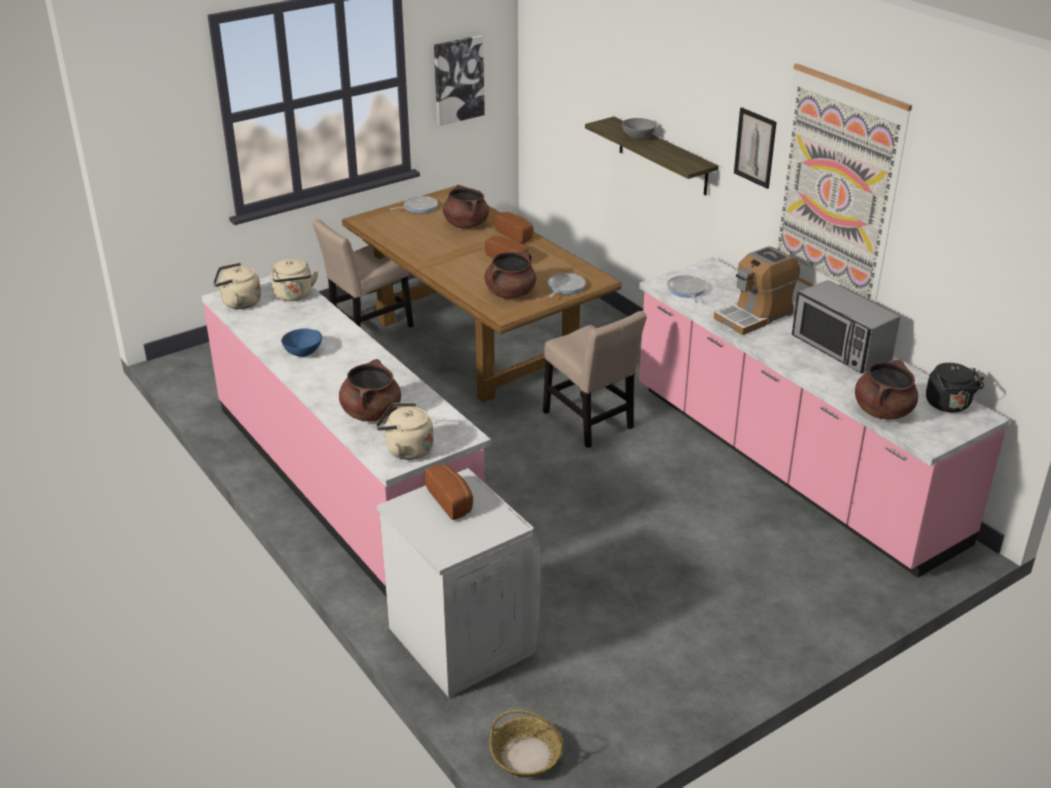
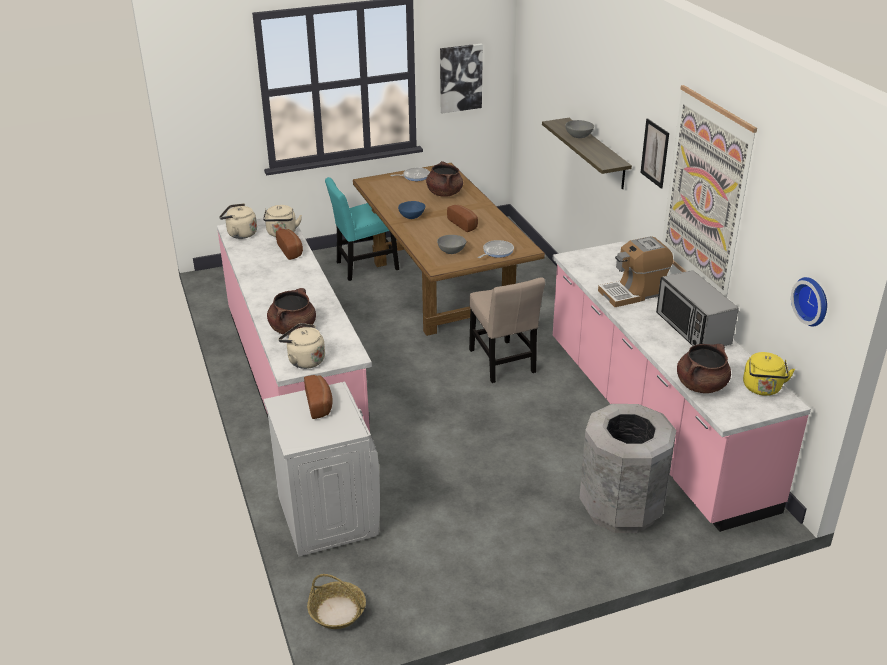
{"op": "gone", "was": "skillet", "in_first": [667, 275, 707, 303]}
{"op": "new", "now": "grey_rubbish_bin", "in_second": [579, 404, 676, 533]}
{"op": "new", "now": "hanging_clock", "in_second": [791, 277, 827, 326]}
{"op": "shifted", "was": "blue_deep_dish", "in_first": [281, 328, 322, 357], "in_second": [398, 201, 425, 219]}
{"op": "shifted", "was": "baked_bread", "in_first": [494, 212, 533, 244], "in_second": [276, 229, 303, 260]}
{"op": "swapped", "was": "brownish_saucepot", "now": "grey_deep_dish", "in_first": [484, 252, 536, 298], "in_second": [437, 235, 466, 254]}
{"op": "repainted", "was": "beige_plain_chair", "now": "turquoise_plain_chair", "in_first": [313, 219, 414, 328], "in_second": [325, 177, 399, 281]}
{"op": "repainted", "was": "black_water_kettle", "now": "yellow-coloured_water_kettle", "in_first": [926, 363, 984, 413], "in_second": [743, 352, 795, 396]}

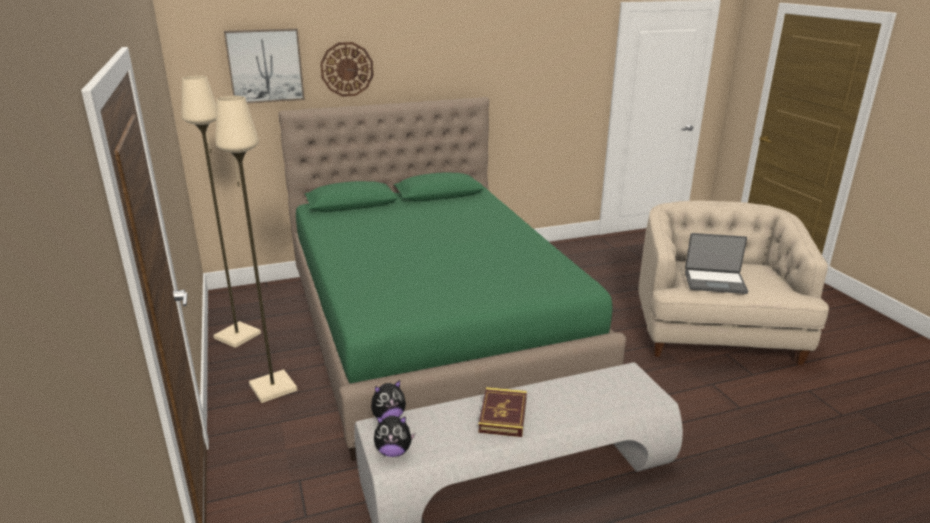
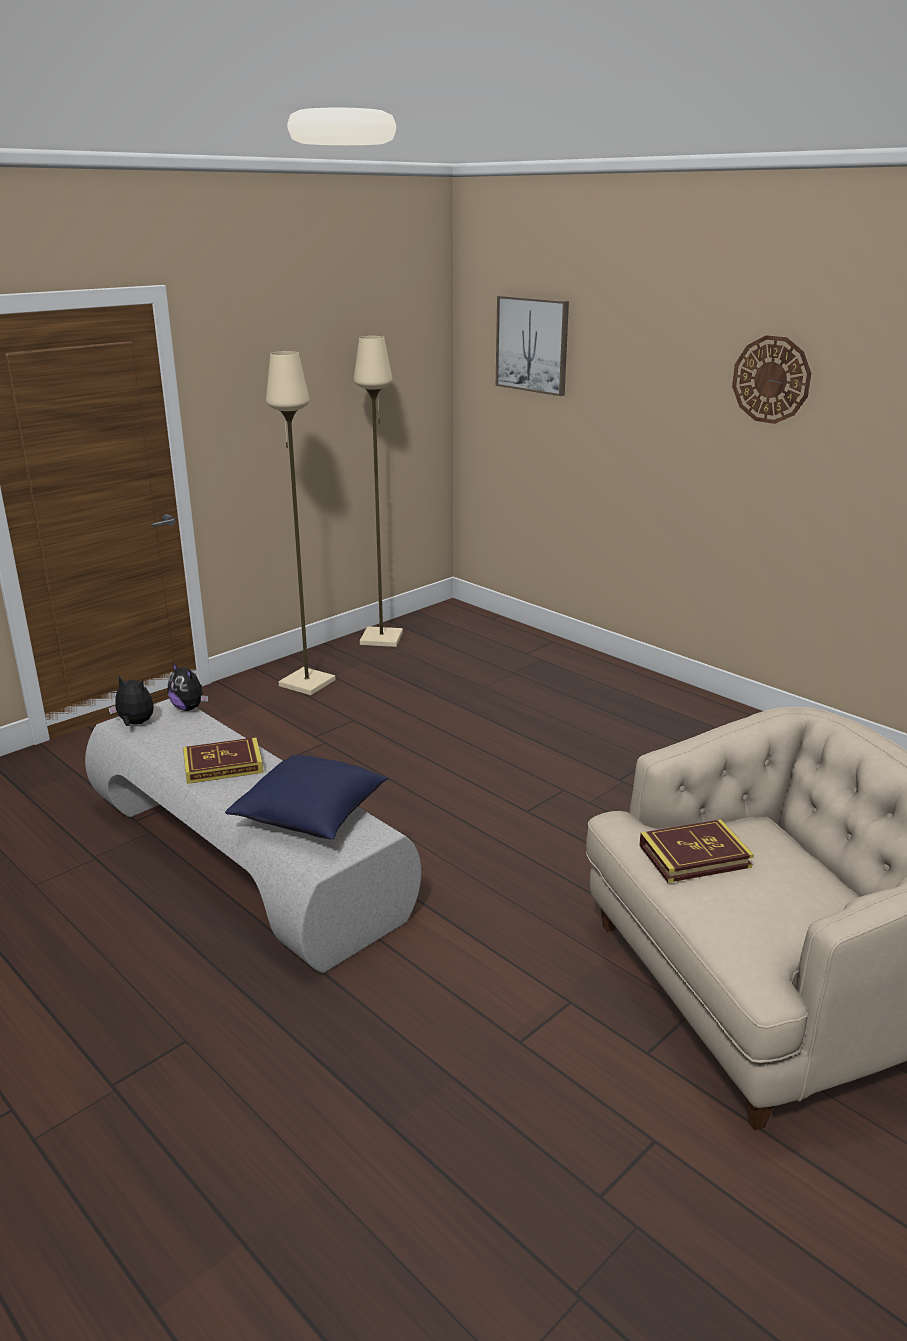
{"op": "gone", "was": "green-coloured_bed", "in_first": [278, 97, 626, 461]}
{"op": "new", "now": "blue_throw_pillow", "in_second": [225, 755, 388, 840]}
{"op": "shifted", "was": "hanging_clock", "in_first": [320, 42, 374, 97], "in_second": [732, 335, 811, 424]}
{"op": "swapped", "was": "notebook_computer", "now": "bound_book", "in_first": [685, 233, 748, 294], "in_second": [639, 819, 754, 883]}
{"op": "rotated", "was": "plush_toy", "in_first": [374, 416, 415, 457], "in_second": [108, 676, 154, 726], "clockwise": 135}

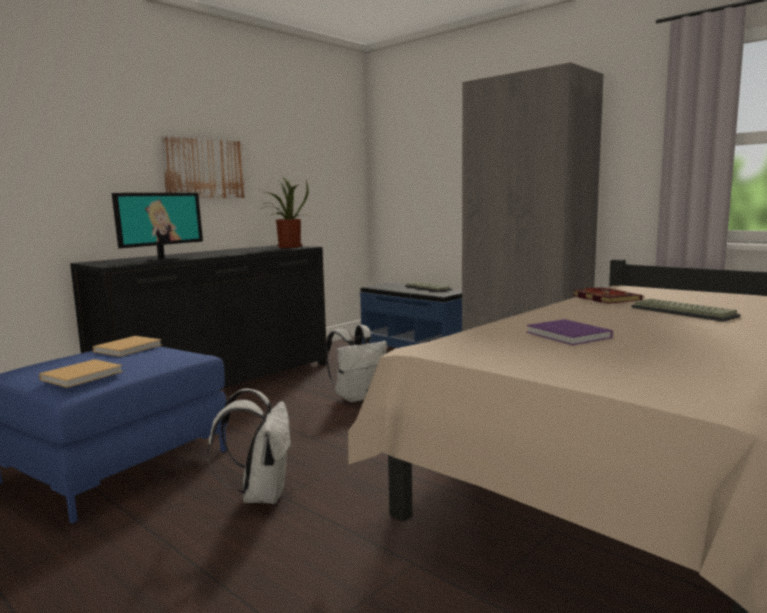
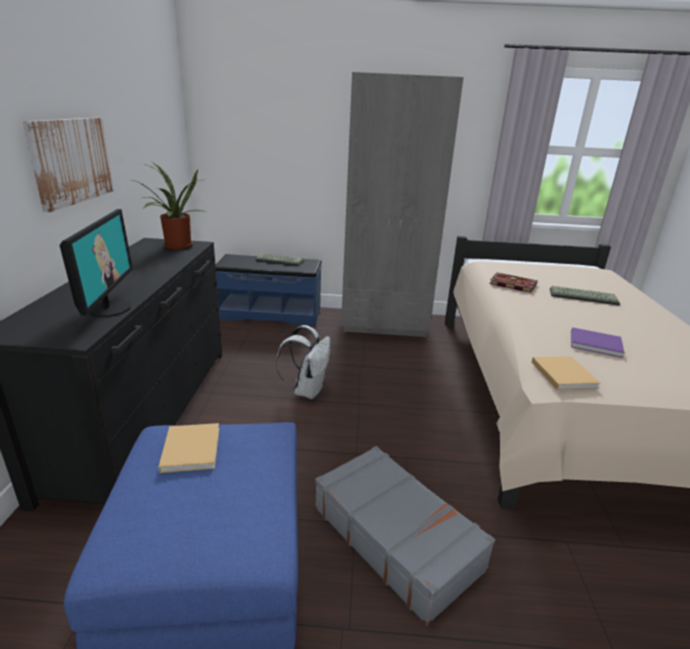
{"op": "shifted", "was": "beige_bound_book", "in_first": [39, 359, 123, 388], "in_second": [531, 356, 601, 390]}
{"op": "swapped", "was": "white_backpack", "now": "grey_suitcase", "in_first": [207, 389, 292, 504], "in_second": [315, 446, 495, 626]}

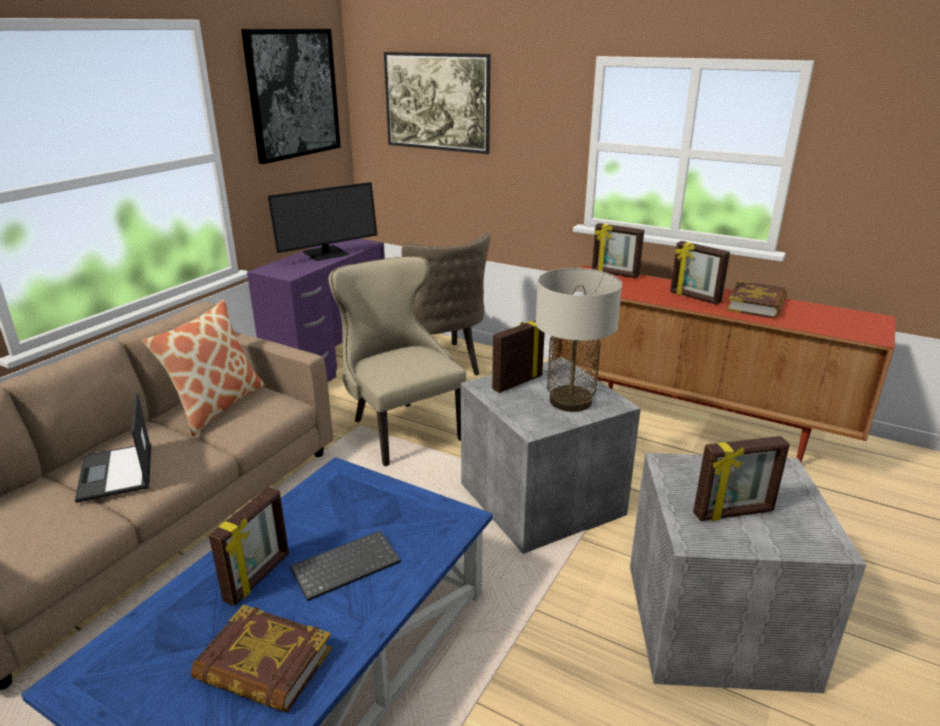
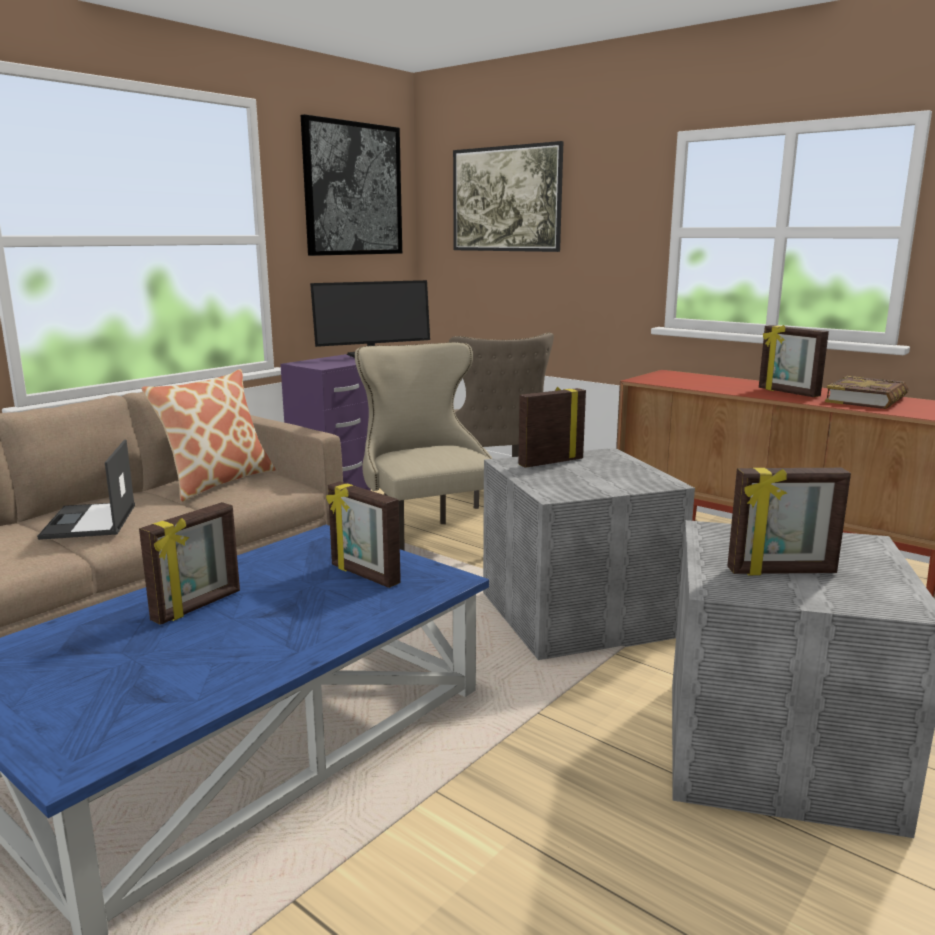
{"op": "gone", "was": "bound_book", "in_first": [191, 605, 332, 713]}
{"op": "gone", "was": "computer_keyboard", "in_first": [290, 531, 401, 601]}
{"op": "gone", "was": "tabletop_lamp", "in_first": [535, 268, 622, 412]}
{"op": "shifted", "was": "standing_frame", "in_first": [592, 223, 644, 278], "in_second": [326, 482, 401, 588]}

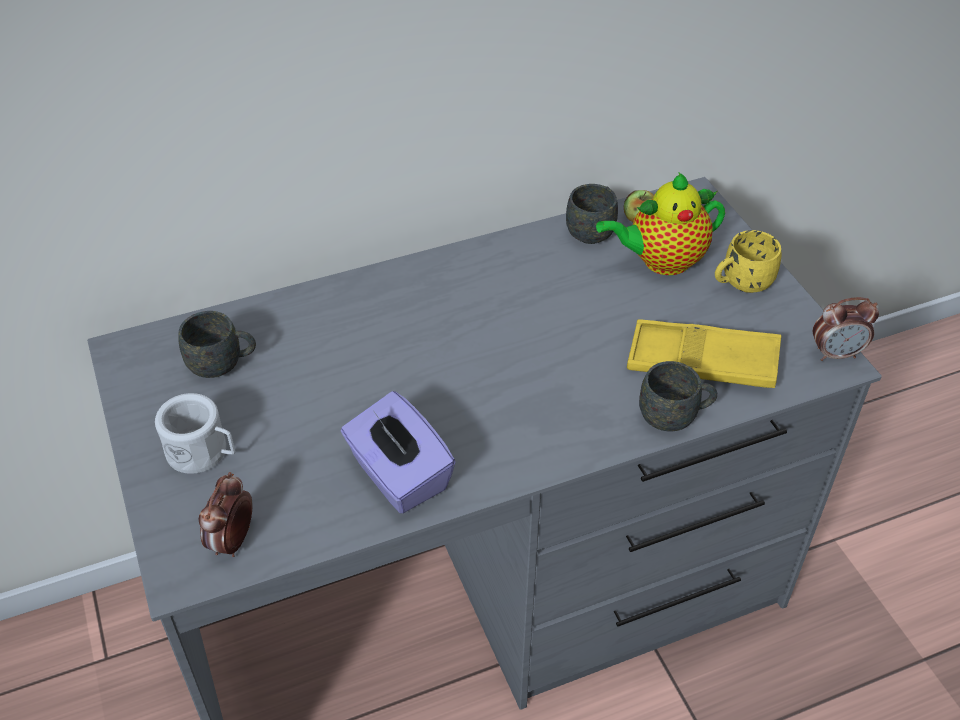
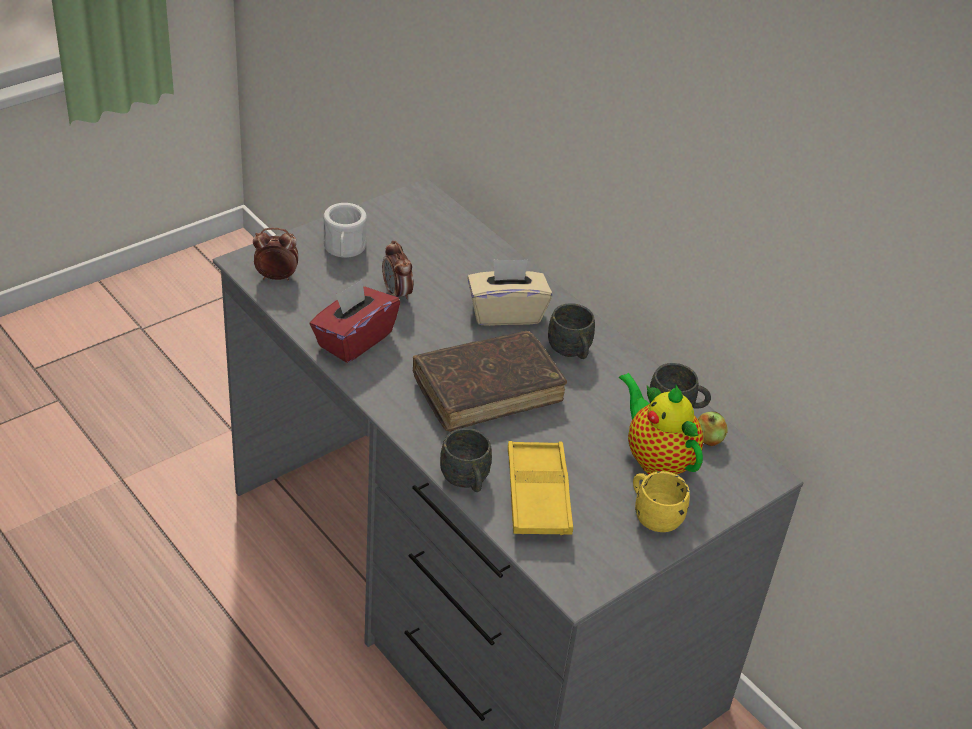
{"op": "new", "now": "brownish_bound_book", "in_second": [413, 331, 567, 432]}
{"op": "new", "now": "beige_box_of_tissues", "in_second": [467, 259, 552, 326]}
{"op": "shifted", "was": "grey_coffee_mug", "in_first": [178, 311, 256, 378], "in_second": [548, 303, 595, 359]}
{"op": "shifted", "was": "alarm_clock", "in_first": [813, 297, 879, 361], "in_second": [382, 240, 413, 299]}
{"op": "repainted", "was": "purple-coloured_box_of_tissues", "now": "red_box_of_tissues", "in_first": [341, 391, 456, 514], "in_second": [310, 279, 400, 363]}

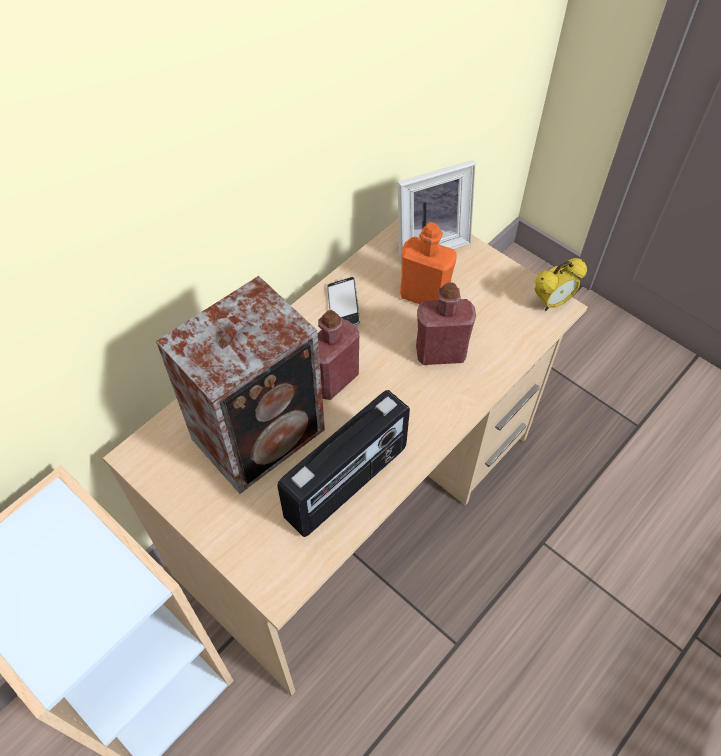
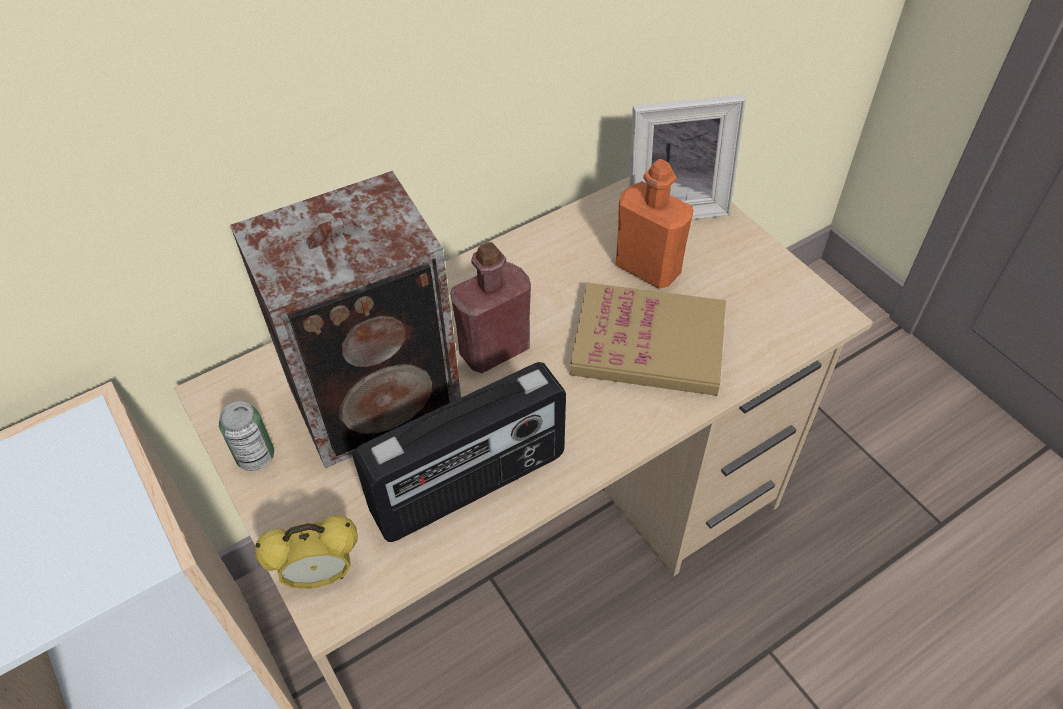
{"op": "gone", "was": "phone", "in_first": [327, 277, 360, 325]}
{"op": "new", "now": "metal_can", "in_second": [219, 401, 274, 471]}
{"op": "shifted", "was": "alarm_clock", "in_first": [535, 258, 587, 311], "in_second": [254, 515, 358, 589]}
{"op": "swapped", "was": "red_bottle", "now": "bound_book", "in_first": [416, 282, 476, 365], "in_second": [570, 282, 726, 396]}

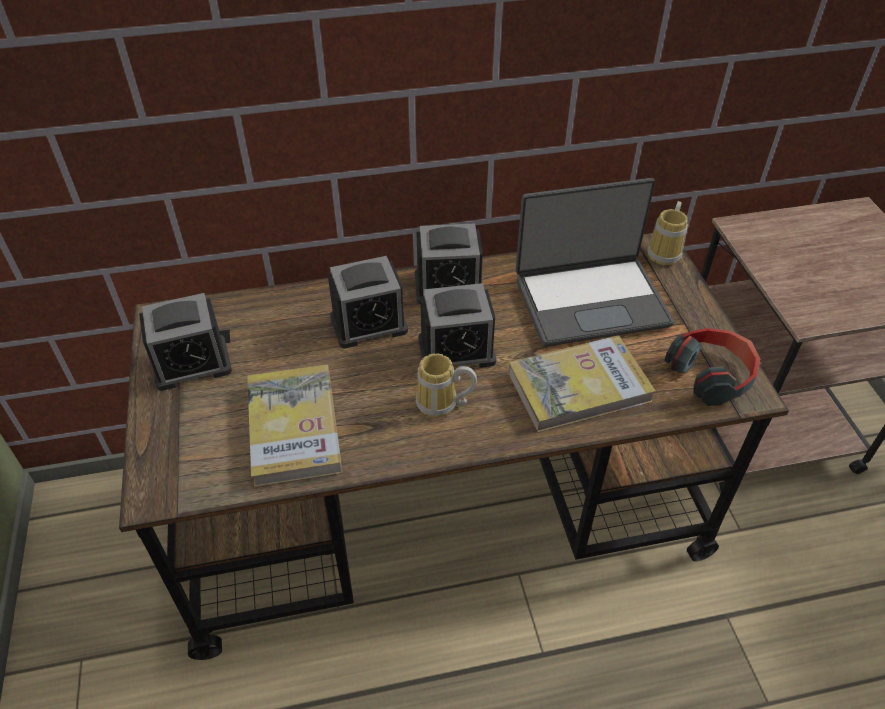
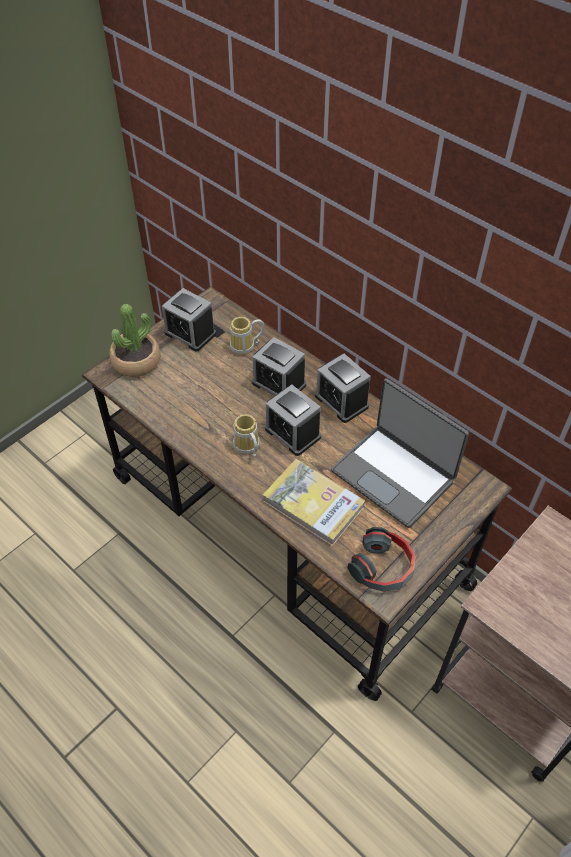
{"op": "gone", "was": "bound_book", "in_first": [247, 364, 343, 487]}
{"op": "new", "now": "potted_plant", "in_second": [109, 304, 160, 377]}
{"op": "shifted", "was": "coffee_mug", "in_first": [647, 201, 688, 265], "in_second": [230, 317, 265, 355]}

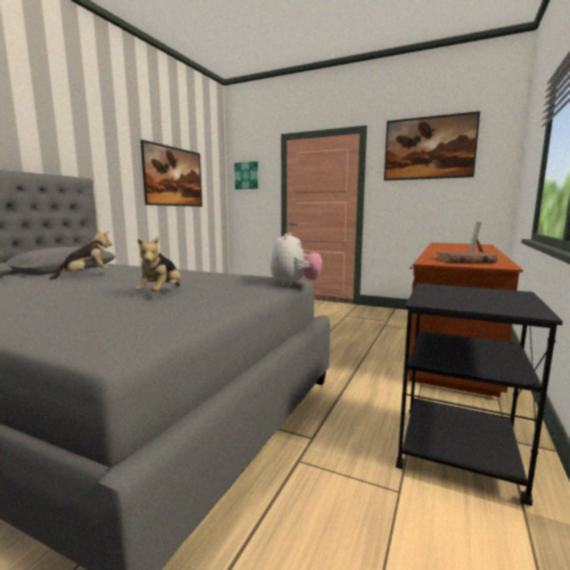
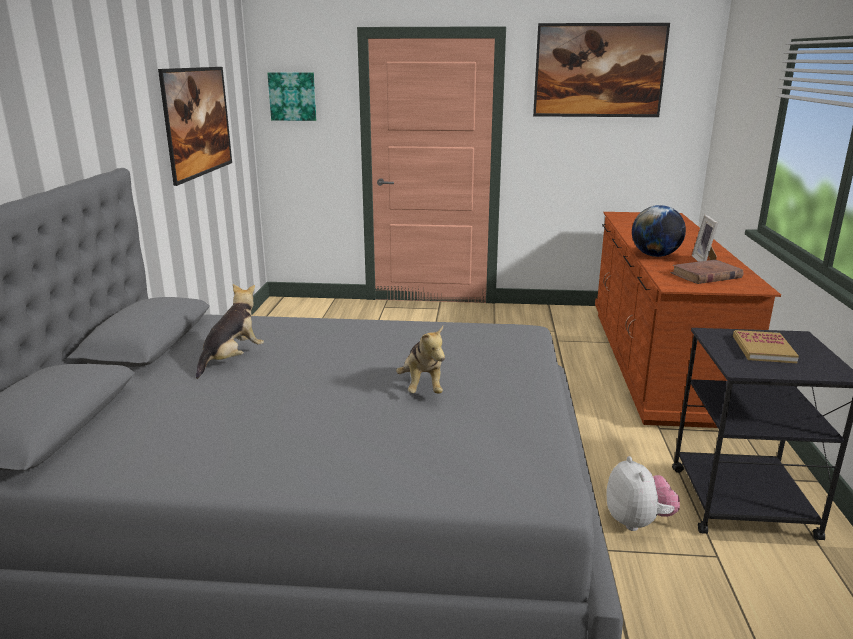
{"op": "new", "now": "world_globe", "in_second": [632, 205, 686, 257]}
{"op": "new", "now": "bound_book", "in_second": [733, 330, 799, 363]}
{"op": "shifted", "was": "plush_toy", "in_first": [270, 233, 322, 287], "in_second": [607, 456, 680, 531]}

